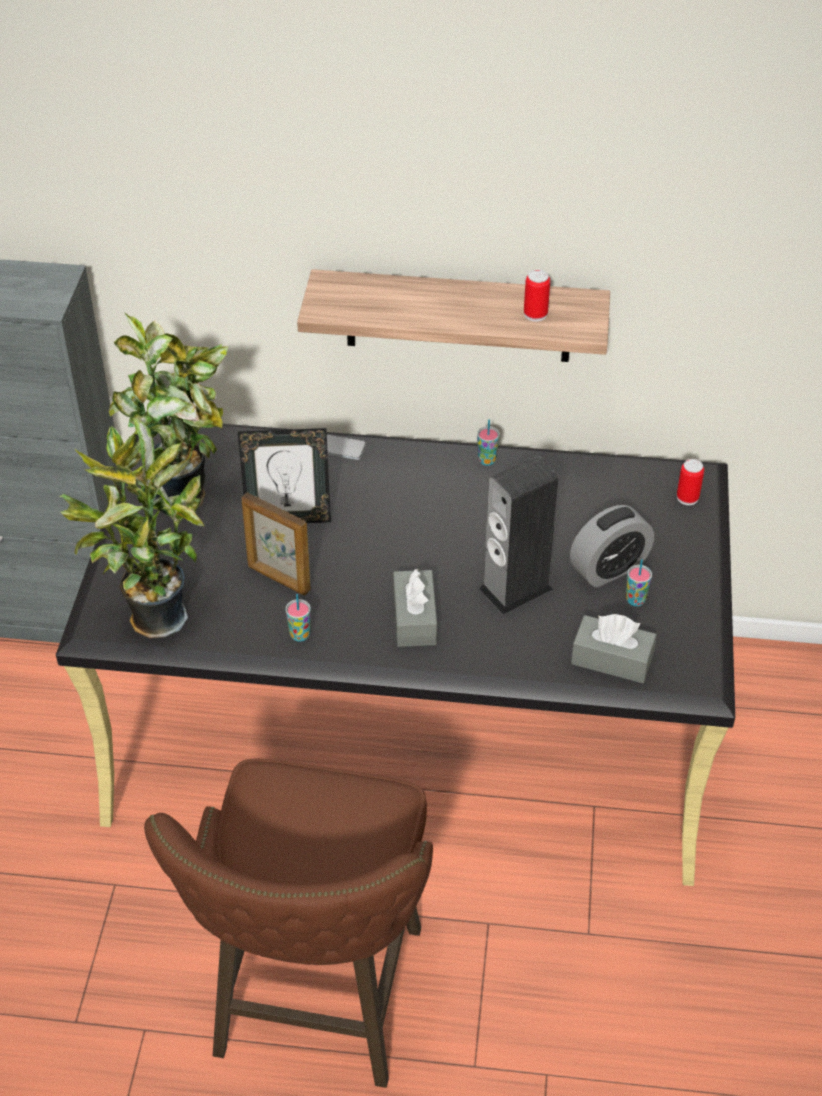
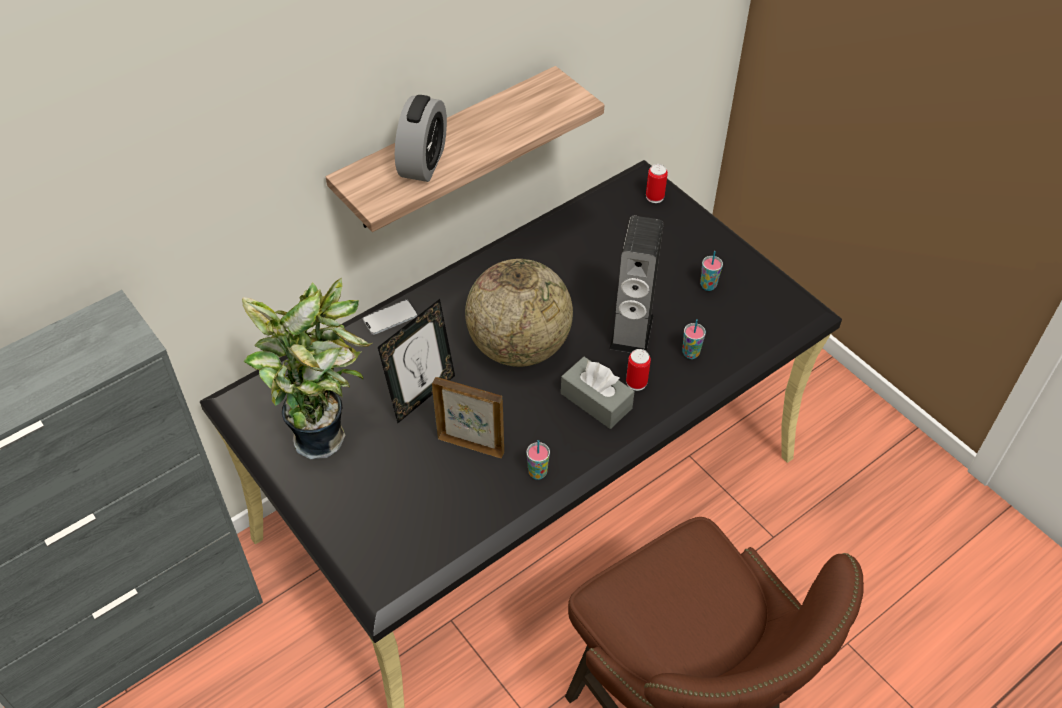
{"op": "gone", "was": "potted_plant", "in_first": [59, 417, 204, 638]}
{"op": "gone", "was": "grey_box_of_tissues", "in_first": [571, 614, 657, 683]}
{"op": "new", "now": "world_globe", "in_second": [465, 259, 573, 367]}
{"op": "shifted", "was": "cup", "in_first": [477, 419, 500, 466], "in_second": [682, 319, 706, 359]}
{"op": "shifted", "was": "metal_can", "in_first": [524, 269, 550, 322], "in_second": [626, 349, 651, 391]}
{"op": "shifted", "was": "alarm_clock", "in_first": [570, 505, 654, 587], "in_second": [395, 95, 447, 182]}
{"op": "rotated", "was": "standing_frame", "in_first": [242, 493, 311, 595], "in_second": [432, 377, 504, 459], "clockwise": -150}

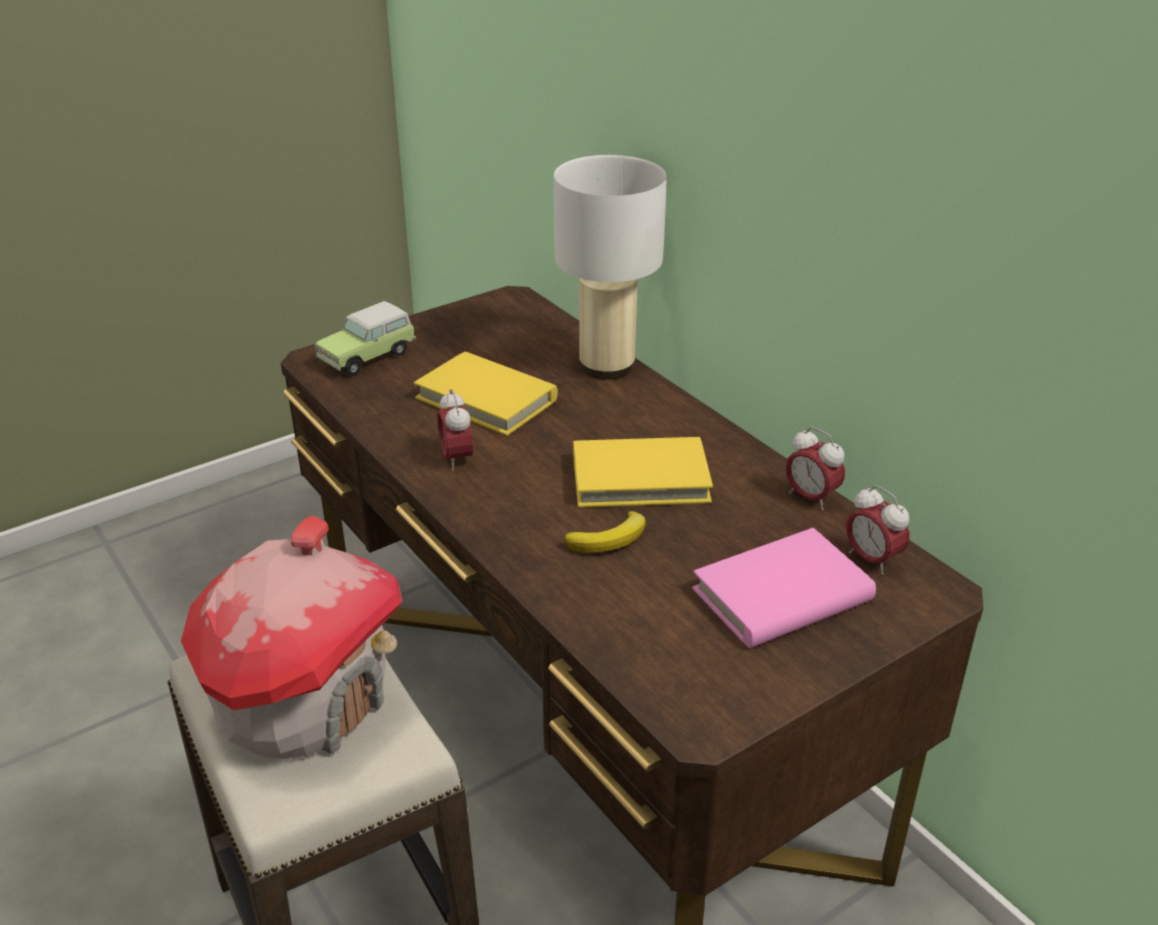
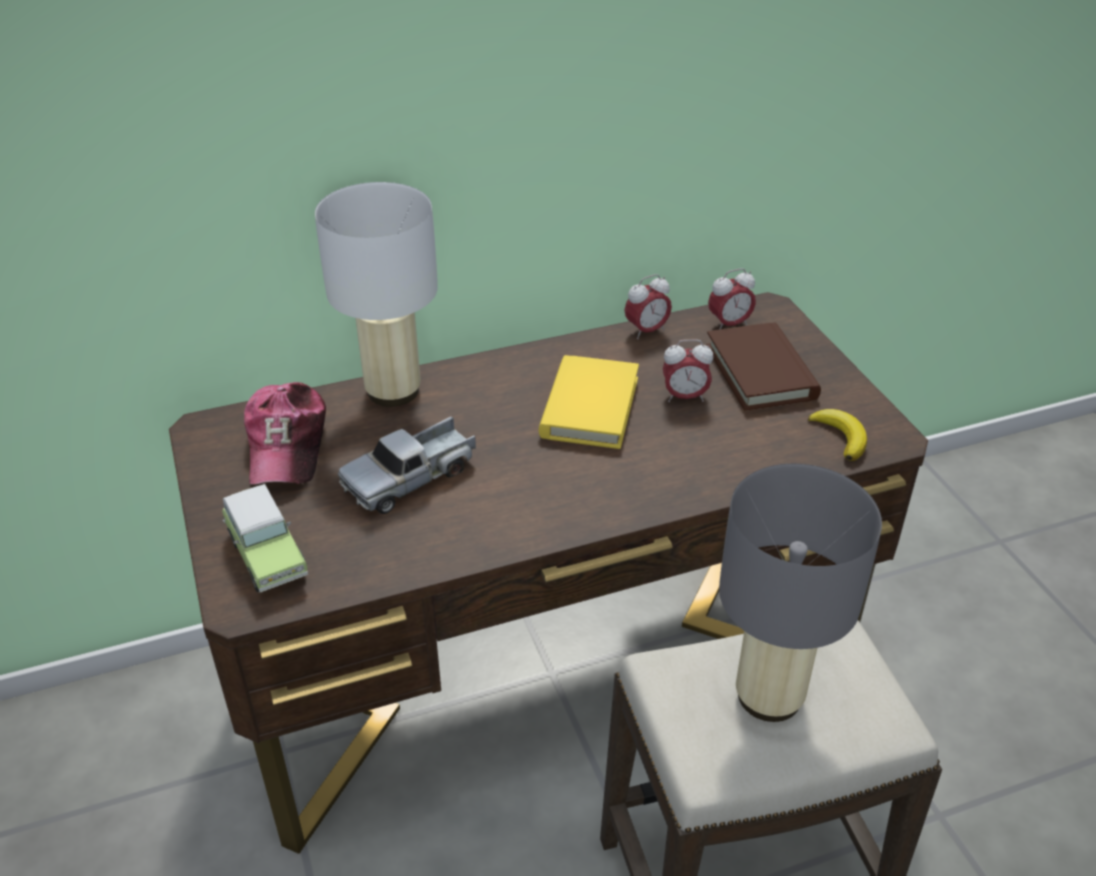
{"op": "new", "now": "peaked_cap", "in_second": [244, 382, 326, 485]}
{"op": "shifted", "was": "alarm_clock", "in_first": [437, 389, 473, 471], "in_second": [663, 340, 713, 402]}
{"op": "shifted", "was": "banana", "in_first": [564, 511, 646, 553], "in_second": [808, 409, 867, 461]}
{"op": "swapped", "was": "toy_house", "now": "grey_tabletop_lamp", "in_first": [181, 516, 403, 759], "in_second": [719, 464, 882, 722]}
{"op": "swapped", "was": "yellow-coloured_bound_book", "now": "toy_truck", "in_first": [414, 351, 558, 436], "in_second": [338, 416, 476, 514]}
{"op": "repainted", "was": "pink-coloured_bound_book", "now": "brownish_bound_book", "in_first": [692, 528, 876, 648], "in_second": [706, 322, 821, 411]}

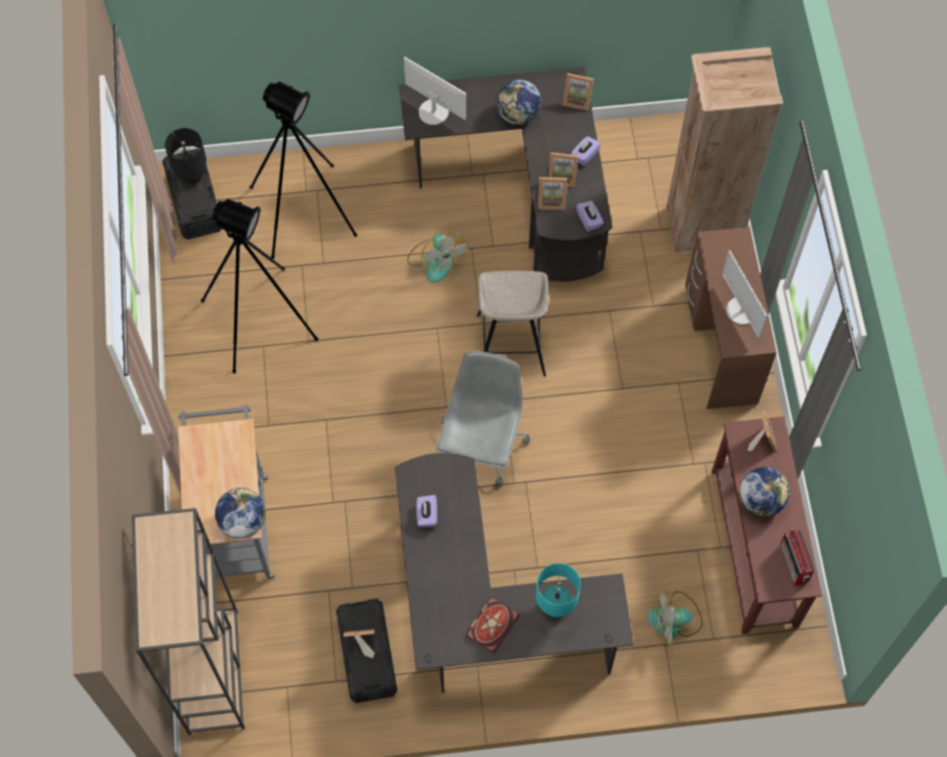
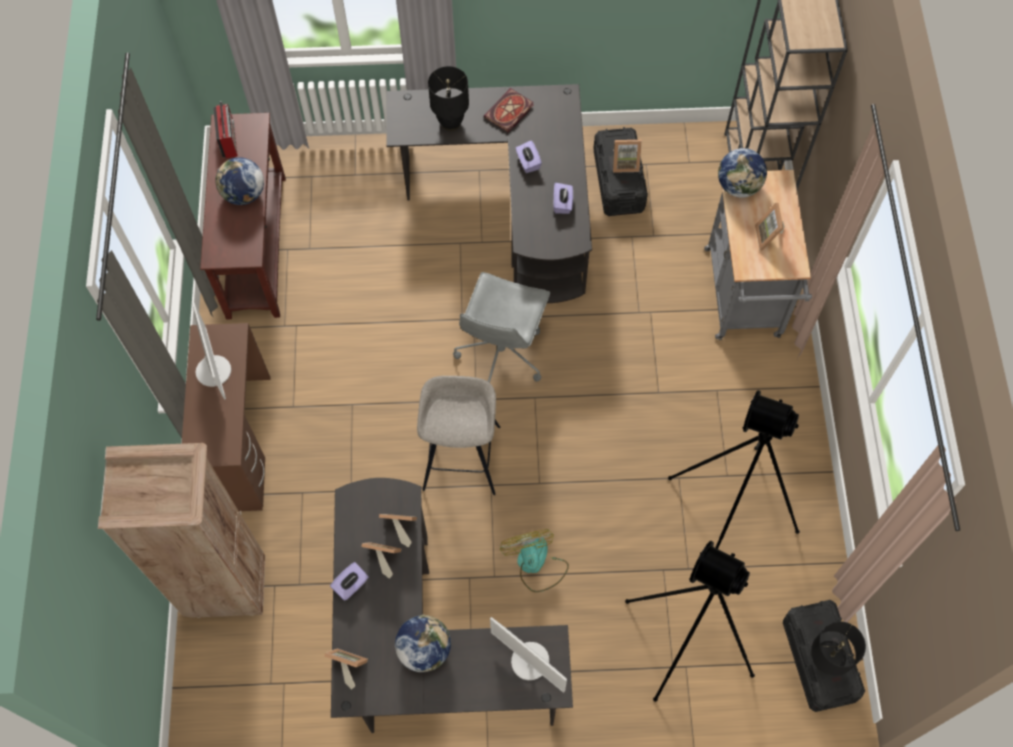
{"op": "gone", "was": "electric_fan", "in_first": [647, 591, 703, 645]}
{"op": "shifted", "was": "purple-coloured_box_of_tissues", "in_first": [576, 201, 604, 232], "in_second": [516, 140, 542, 173]}
{"op": "shifted", "was": "standing_frame", "in_first": [748, 410, 777, 451], "in_second": [755, 203, 785, 250]}
{"op": "repainted", "was": "turquoise_tabletop_lamp", "now": "black_tabletop_lamp", "in_first": [536, 563, 581, 617], "in_second": [428, 66, 469, 131]}

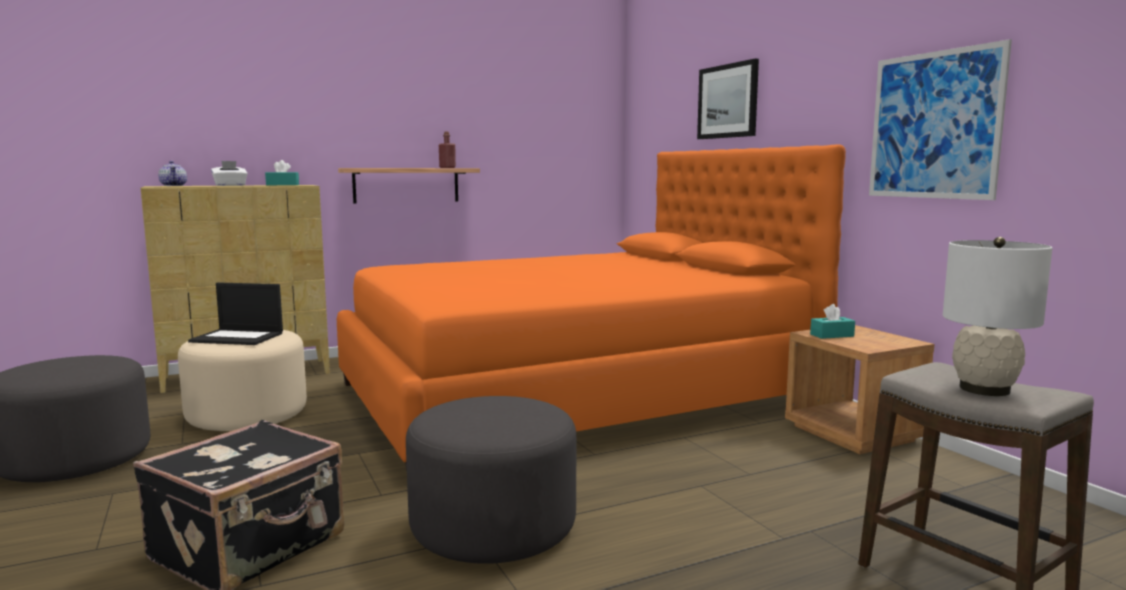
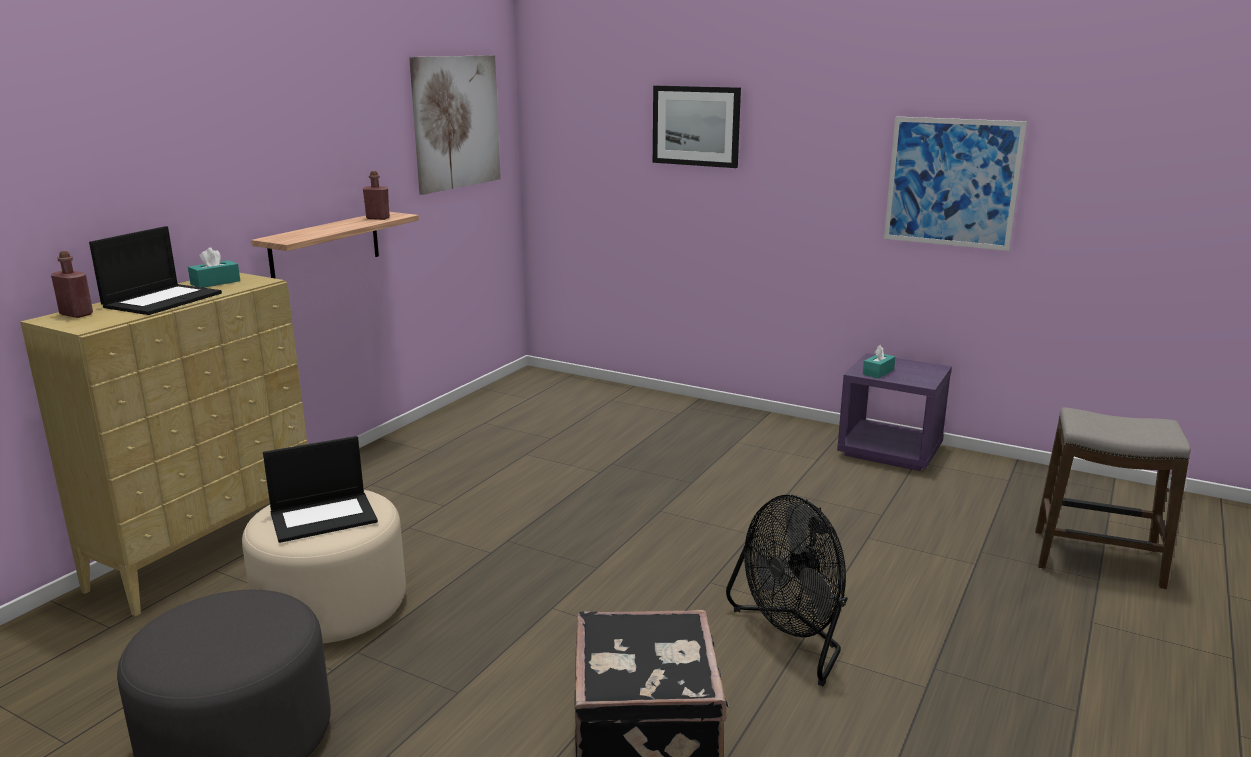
{"op": "gone", "was": "orange-coloured_bed", "in_first": [337, 144, 846, 471]}
{"op": "gone", "was": "white_tabletop_lamp", "in_first": [943, 237, 1053, 396]}
{"op": "new", "now": "wall_picture", "in_second": [409, 55, 501, 195]}
{"op": "swapped", "was": "tea_pot", "now": "red_bottle", "in_first": [158, 161, 187, 186], "in_second": [51, 251, 93, 318]}
{"op": "swapped", "was": "white_box_of_tissues", "now": "notebook_computer", "in_first": [211, 161, 248, 186], "in_second": [89, 226, 222, 315]}
{"op": "swapped", "was": "grey_ottoman", "now": "black_electric_fan", "in_first": [406, 396, 576, 564], "in_second": [726, 495, 848, 686]}
{"op": "repainted", "was": "brownish_bedside_table", "now": "purple-coloured_bedside_table", "in_first": [785, 325, 934, 454], "in_second": [837, 353, 952, 471]}

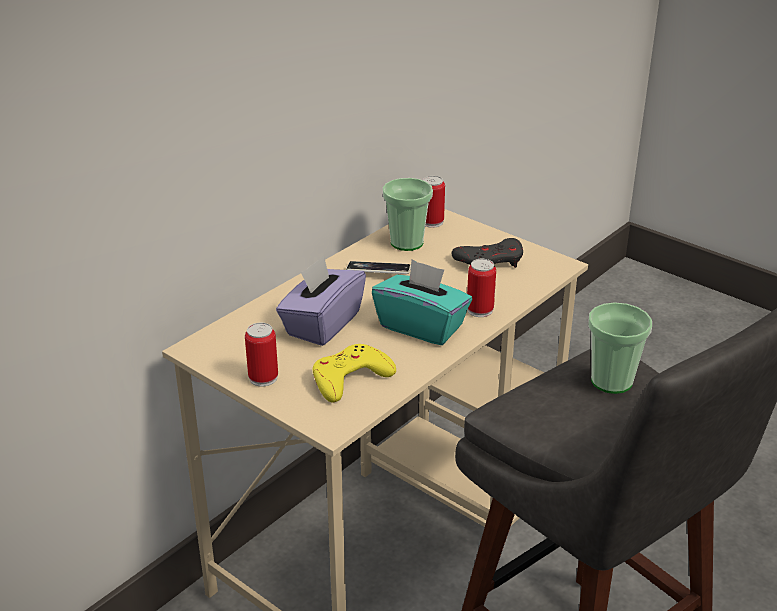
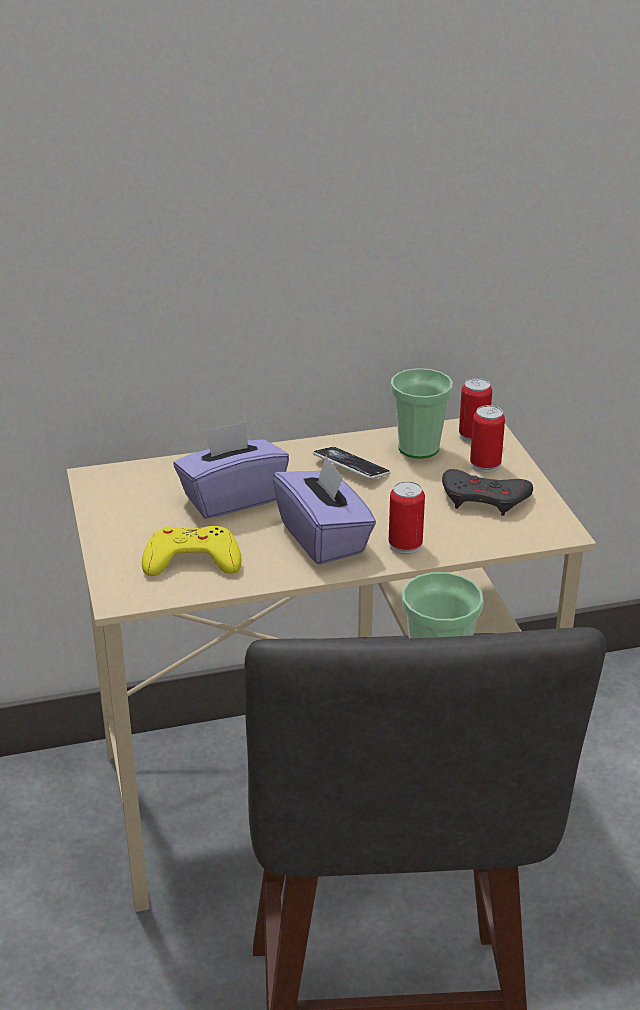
{"op": "shifted", "was": "metal_can", "in_first": [245, 323, 278, 386], "in_second": [470, 405, 505, 473]}
{"op": "repainted", "was": "turquoise_box_of_tissues", "now": "purple-coloured_box_of_tissues", "in_first": [372, 259, 472, 345], "in_second": [273, 455, 376, 565]}

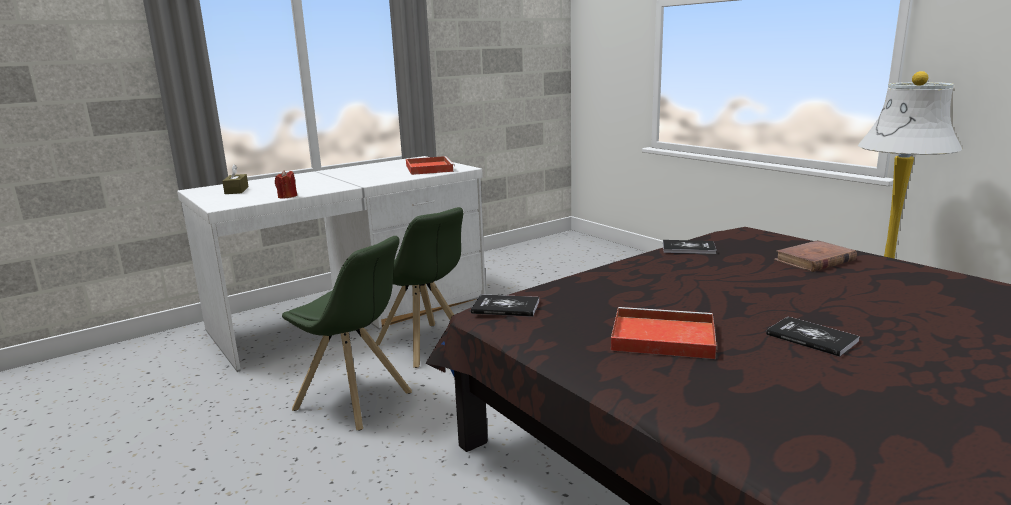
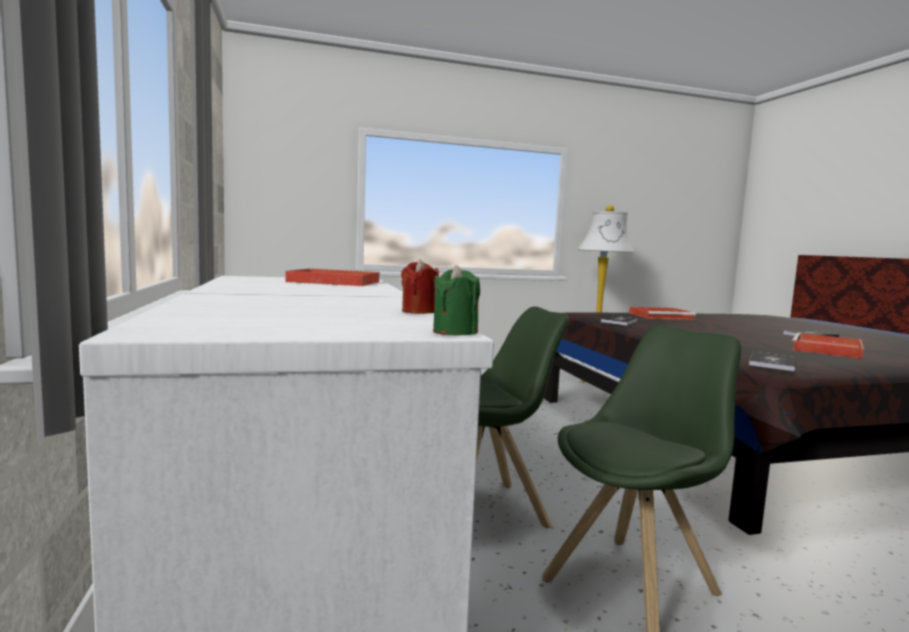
{"op": "gone", "was": "brownish_box_of_tissues", "in_first": [222, 164, 249, 194]}
{"op": "new", "now": "green-coloured_wax_light", "in_second": [433, 265, 480, 335]}
{"op": "swapped", "was": "brownish_bound_book", "now": "red_carrying_tray", "in_first": [774, 240, 857, 272], "in_second": [629, 307, 696, 320]}

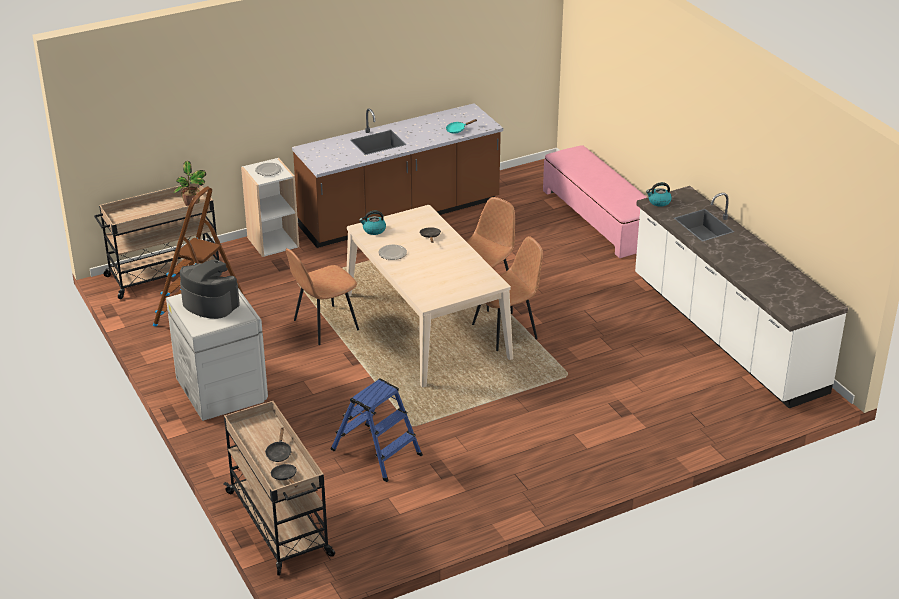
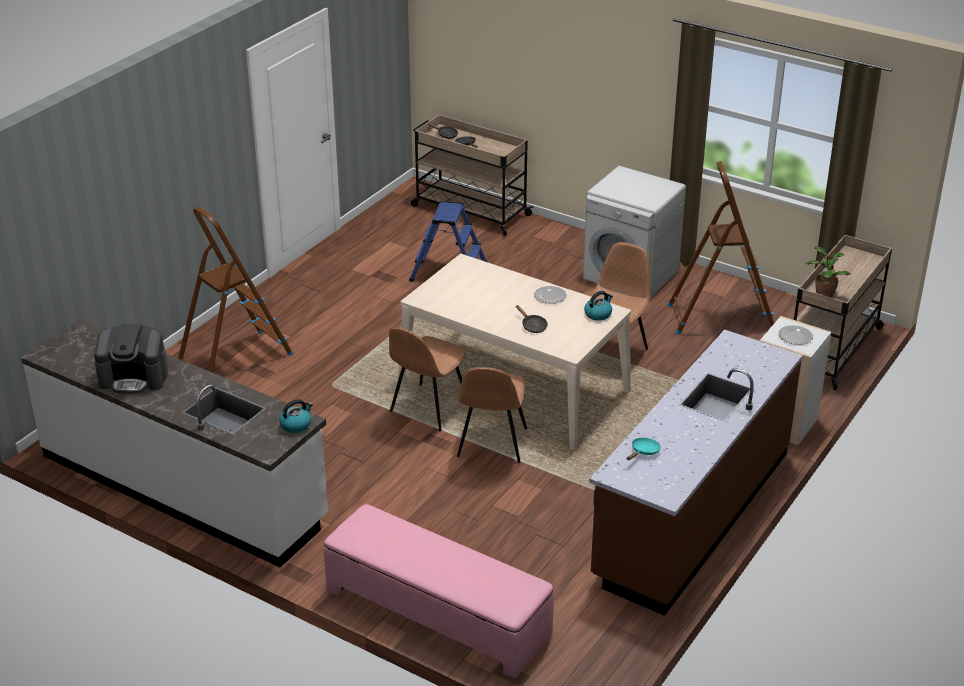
{"op": "new", "now": "brownish_step_stool", "in_second": [178, 206, 293, 373]}
{"op": "shifted", "was": "coffee_maker", "in_first": [180, 259, 240, 319], "in_second": [94, 324, 168, 394]}

